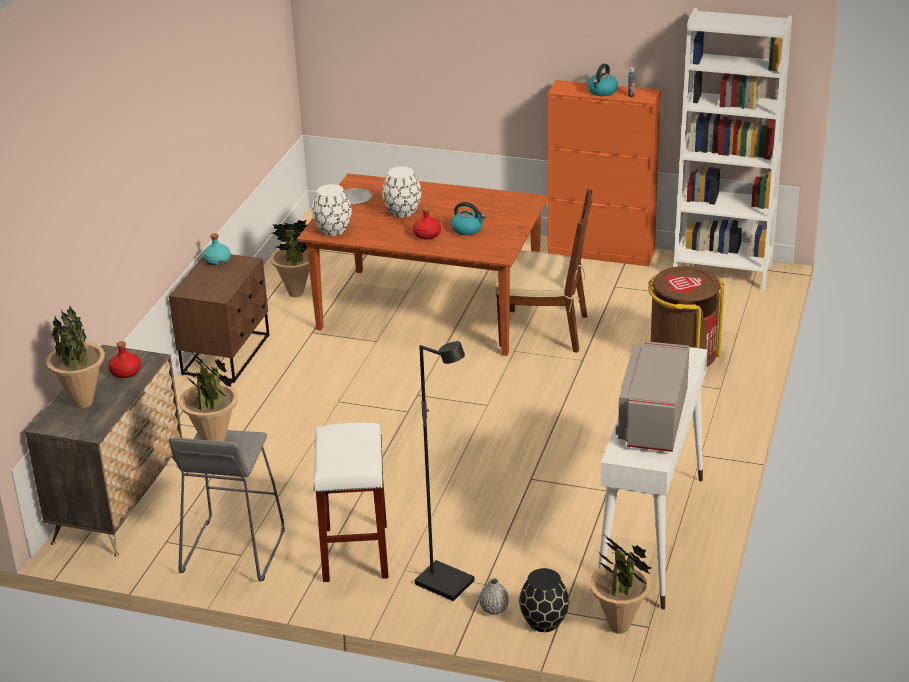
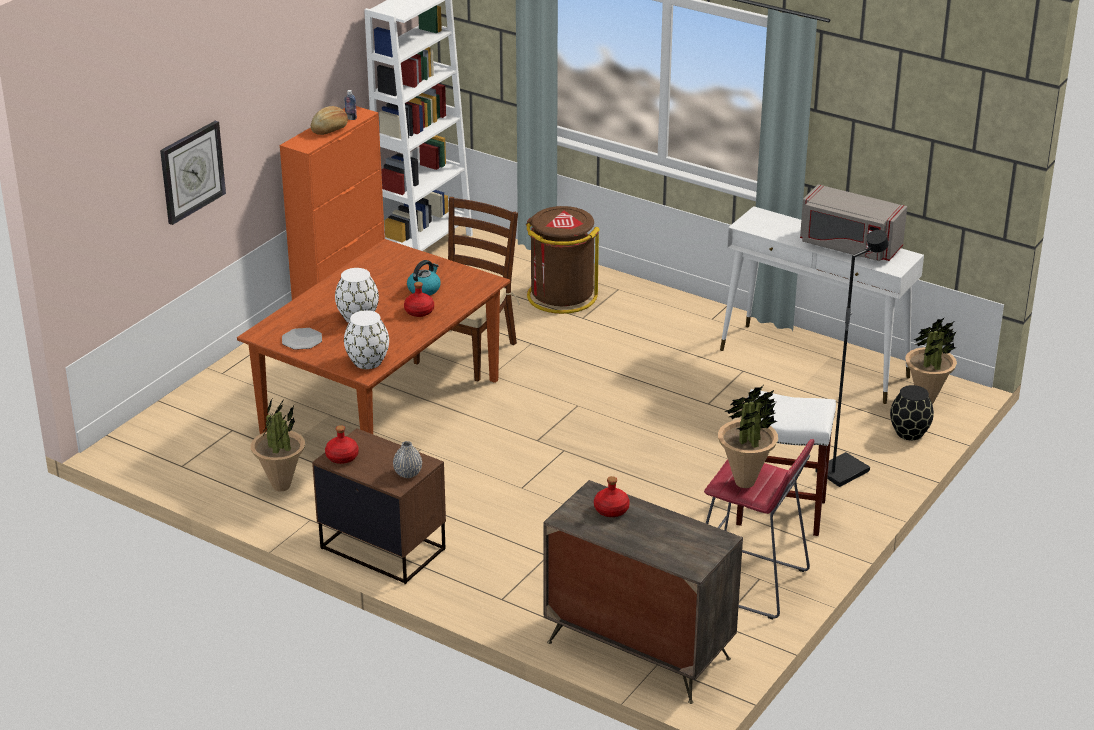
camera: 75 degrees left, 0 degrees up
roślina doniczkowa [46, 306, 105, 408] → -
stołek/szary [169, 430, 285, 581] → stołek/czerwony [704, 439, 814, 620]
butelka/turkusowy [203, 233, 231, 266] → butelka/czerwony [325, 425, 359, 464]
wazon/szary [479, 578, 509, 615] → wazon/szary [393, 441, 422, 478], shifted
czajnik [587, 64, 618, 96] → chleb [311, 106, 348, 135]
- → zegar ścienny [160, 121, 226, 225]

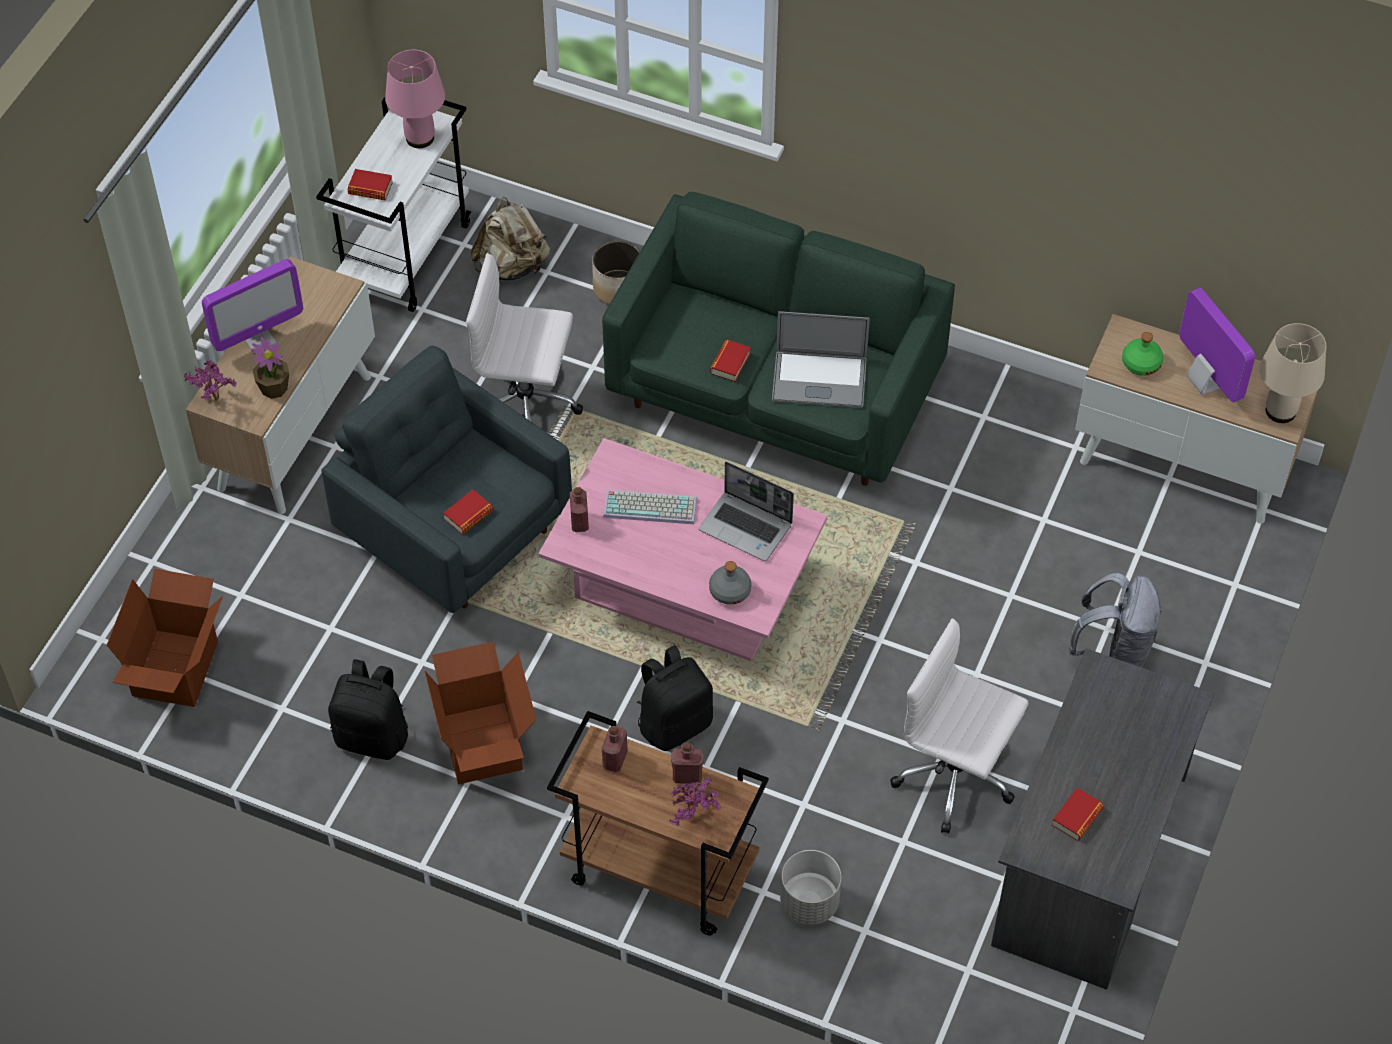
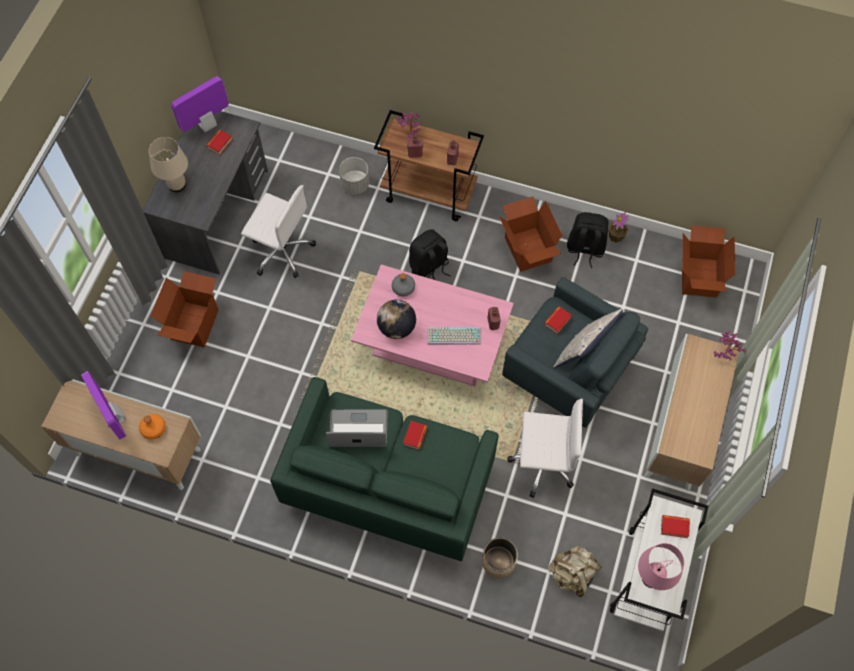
camera: 175 degrees right, 10 degrees up
monitor [202, 259, 303, 354] → monitor [171, 76, 229, 132], shifted
roślina doniczkowa [251, 337, 289, 399] → roślina doniczkowa [608, 212, 629, 243], shifted
laptop [699, 462, 794, 561] → globus [377, 300, 416, 339]
plecak/szary [1068, 573, 1162, 668] → karton [151, 271, 219, 347]
butelka/zielony [1122, 332, 1164, 376] → butelka/pomarańczowy [139, 414, 166, 440]
lampa stołowa/beżowy [1260, 323, 1326, 423] → lampa stołowa/beżowy [149, 137, 188, 192], shifted
- → poduszka [553, 309, 623, 368]

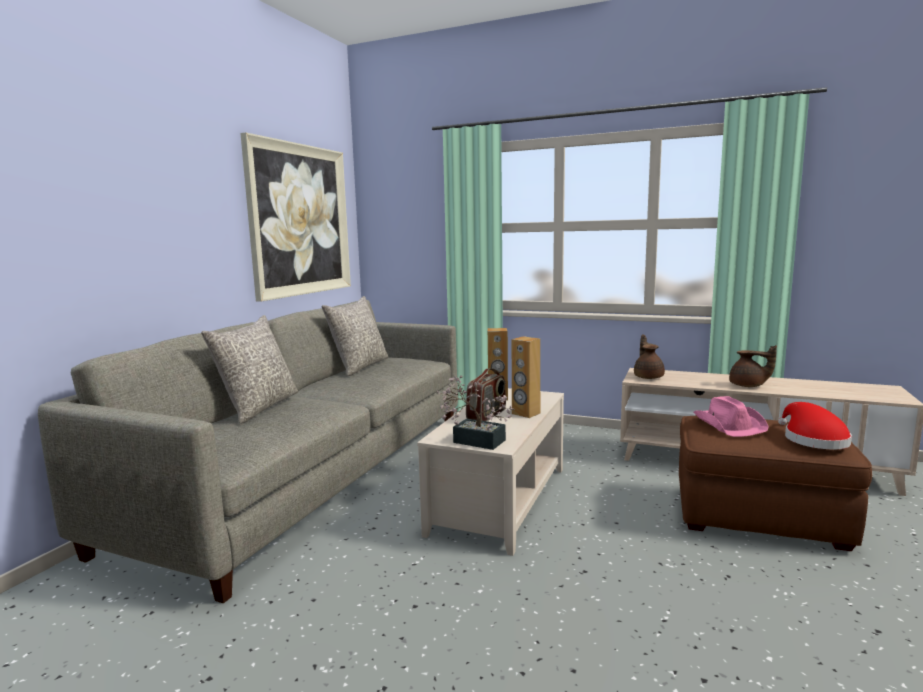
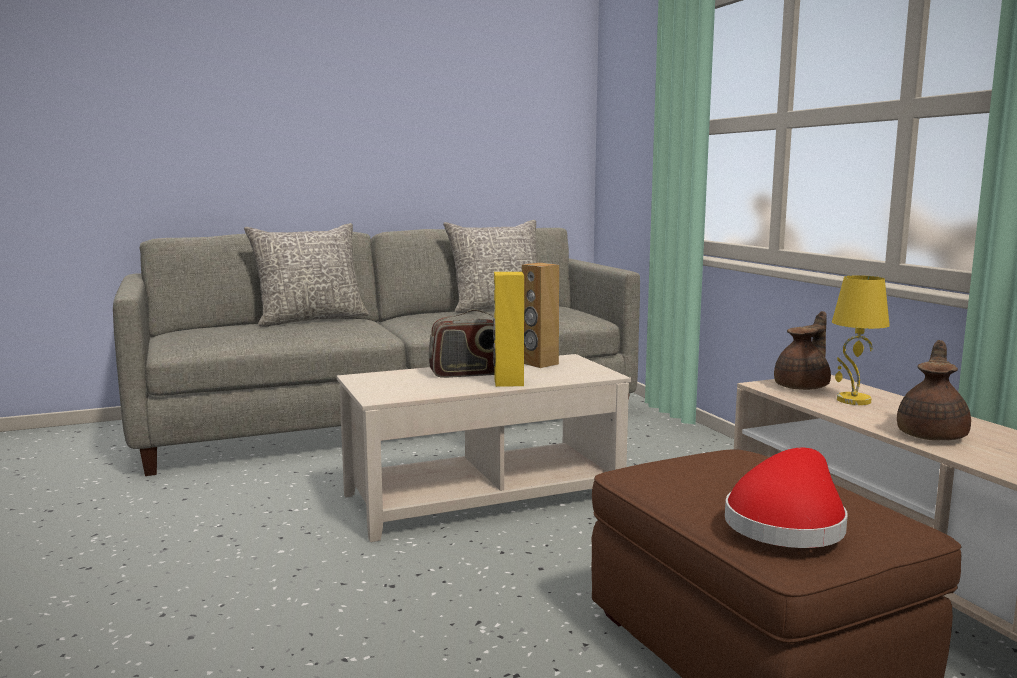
camera: 45 degrees right, 0 degrees up
obraz [240, 132, 351, 302] → -
roślina doniczkowa [437, 375, 515, 450] → -
głośnik/brązowy [512, 336, 540, 418] → głośnik/żółty [493, 272, 524, 387]
kapelusz/różowy [694, 396, 769, 437] → -
imbryk/brązowy [729, 345, 777, 387] → imbryk/brązowy [897, 340, 971, 440], 135 degrees counterclockwise
- → lampa stołowa/żółty [832, 275, 890, 405]

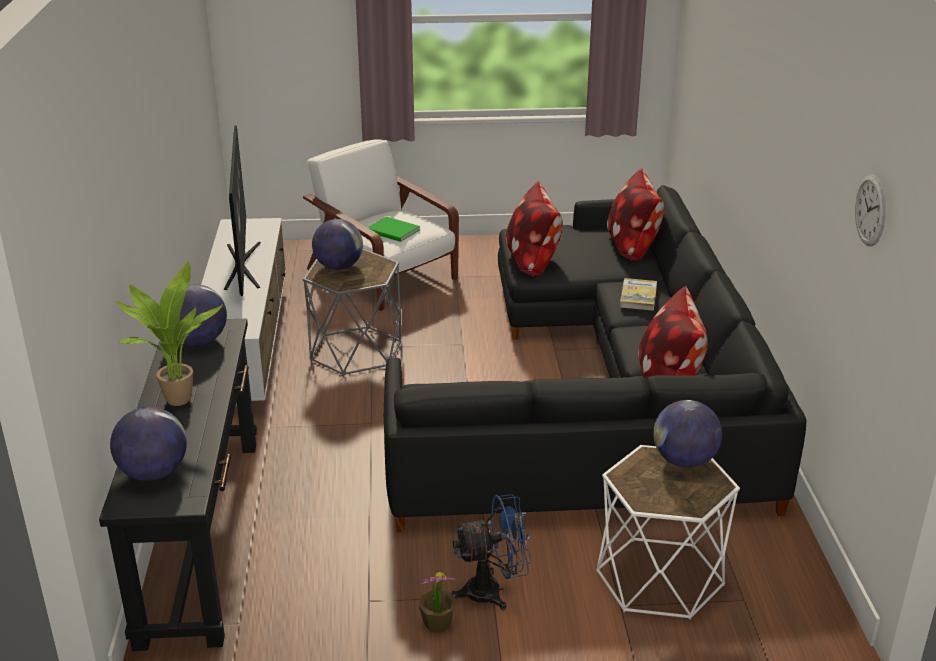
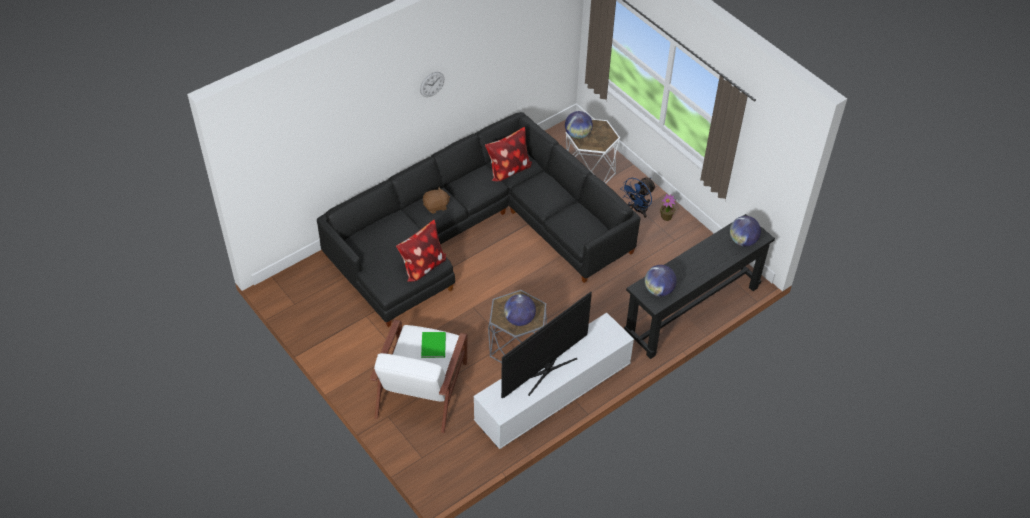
camera: 125 degrees left, 20 degrees up
roślina doniczkowa [116, 262, 223, 406] → -
wentylator/niebieski [451, 494, 532, 610] → wentylator/niebieski [623, 178, 656, 218], 90 degrees counterclockwise
poduszka [606, 168, 664, 261] → -
książka [620, 278, 657, 311] → pluszak/brązowy [423, 188, 450, 214]
zegar ścienny [855, 174, 886, 246] → zegar ścienny [420, 72, 444, 97], shifted

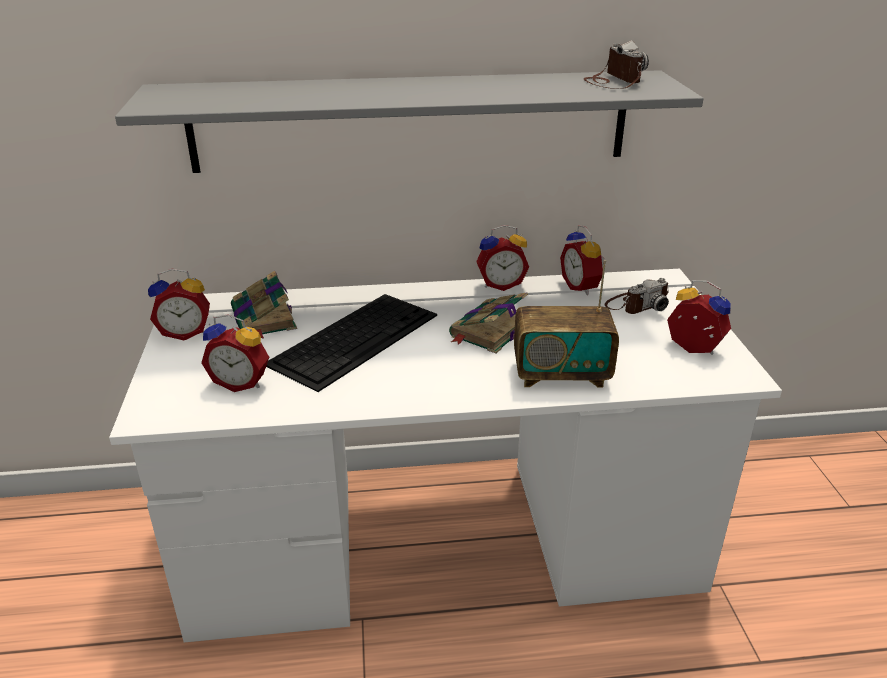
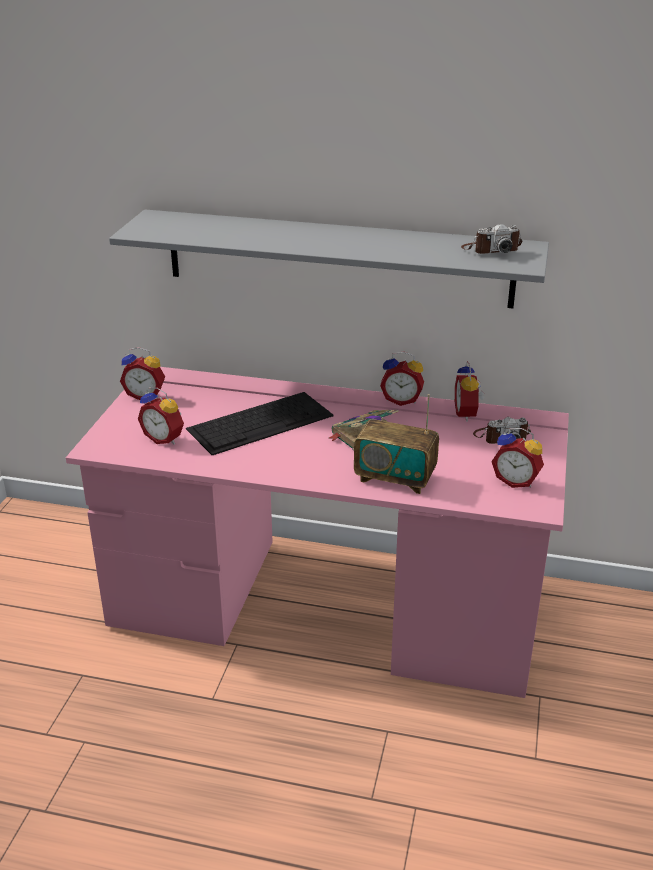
camera: 20 degrees right, 0 degrees up
biurko/biały [109, 269, 782, 642] → biurko/różowy [66, 367, 569, 698]
książka [231, 271, 297, 339] → -
aparat fotograficzny [584, 40, 649, 89] → aparat fotograficzny [461, 224, 522, 254], 75 degrees clockwise
budzik [667, 280, 731, 355] → budzik [491, 428, 544, 488], 150 degrees clockwise

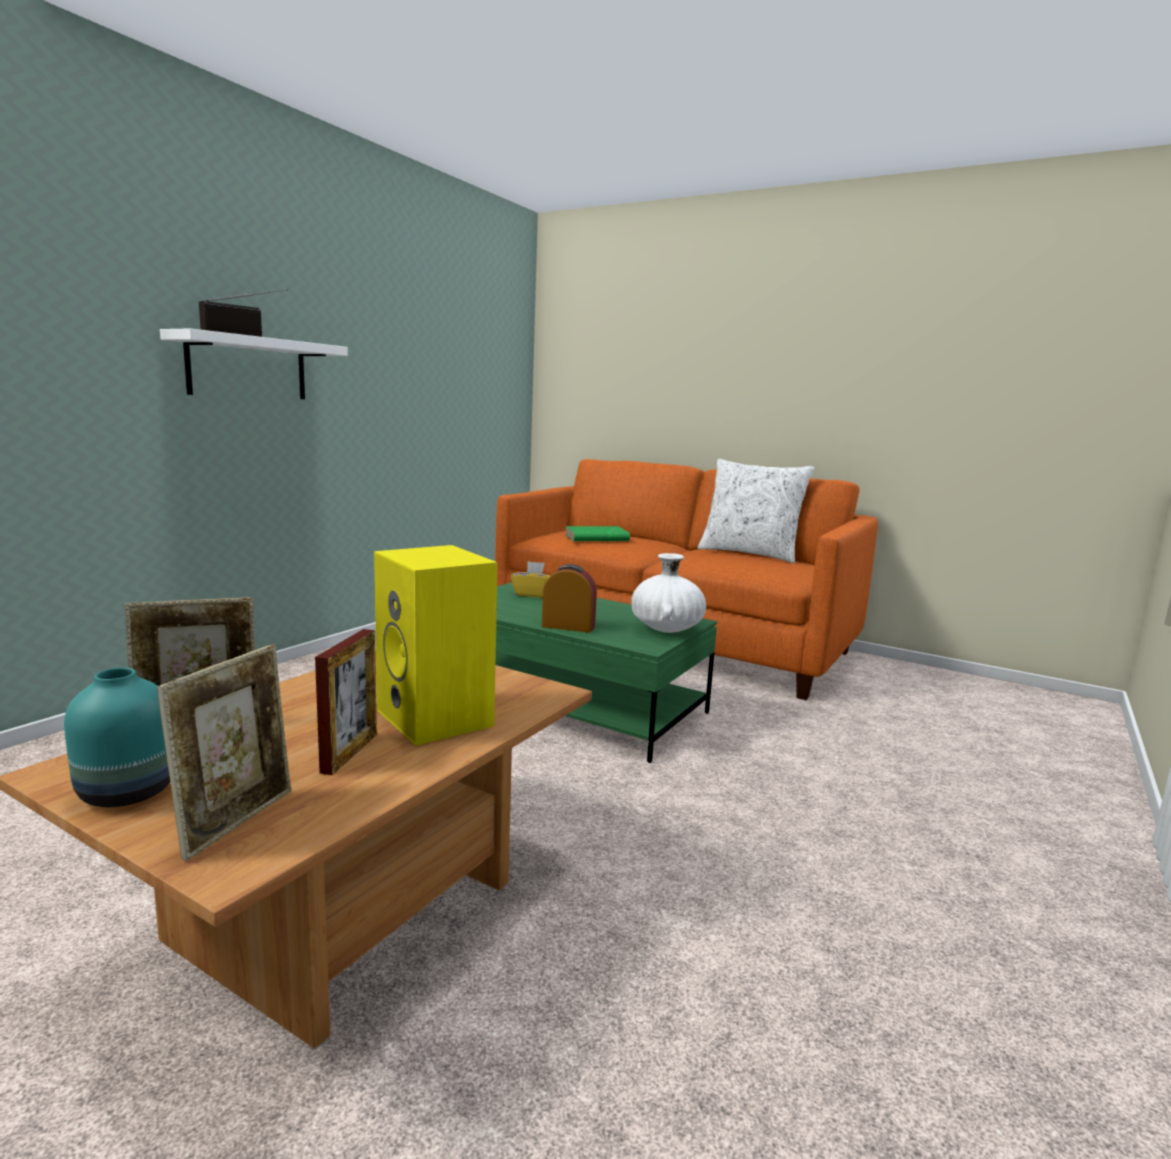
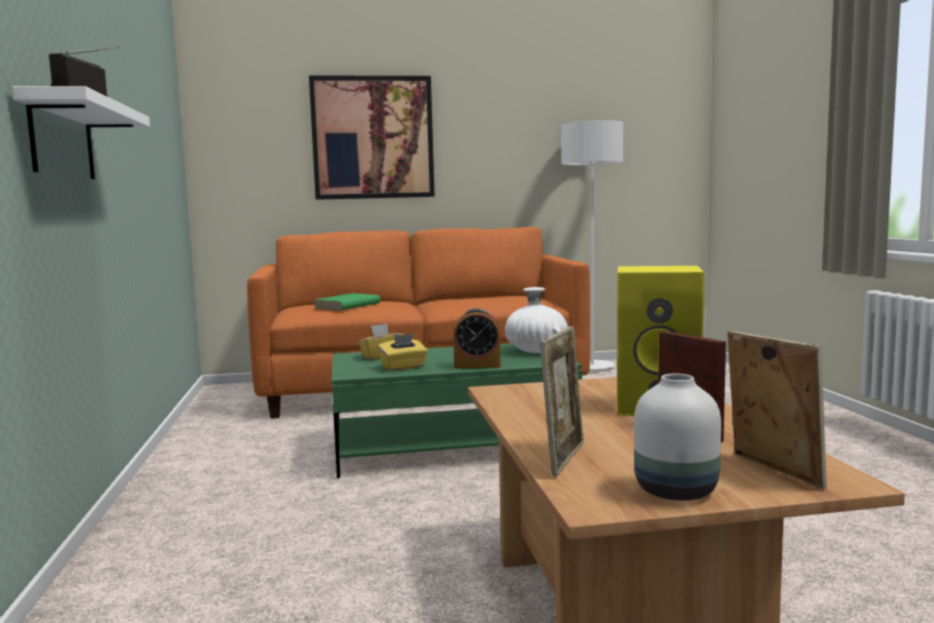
camera: 40 degrees left, 5 degrees down
wazon/turkusowy [64, 668, 170, 807] → wazon/biały [634, 374, 721, 501]
budzik [542, 564, 597, 633] → budzik [453, 308, 501, 369], 150 degrees counterclockwise
poduszka/biały [697, 459, 814, 563] → -
- → obraz [309, 75, 435, 200]
- → pudełko chusteczek/żółty [378, 334, 428, 371]
- → lampa stojąca/biały [561, 121, 623, 371]

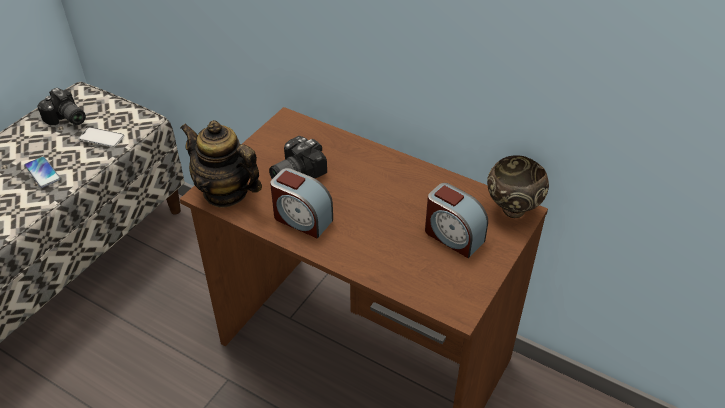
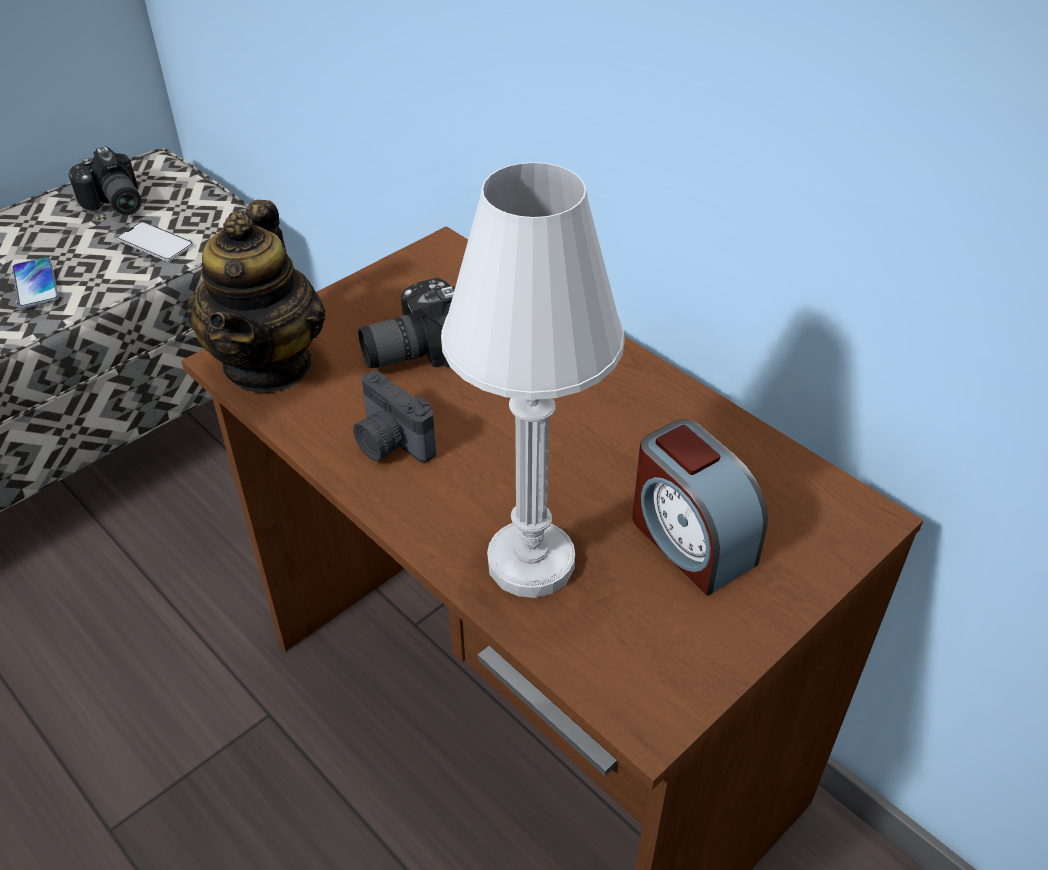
camera: 15 degrees right, 0 degrees up
imbryk [180, 120, 262, 208] → imbryk [187, 200, 325, 393], 135 degrees counterclockwise
budzik [270, 168, 333, 238] → aparat fotograficzny [353, 371, 436, 463]
miska/brązowy [487, 155, 549, 218] → -
- → lampa stołowa/biały [441, 162, 625, 598]

